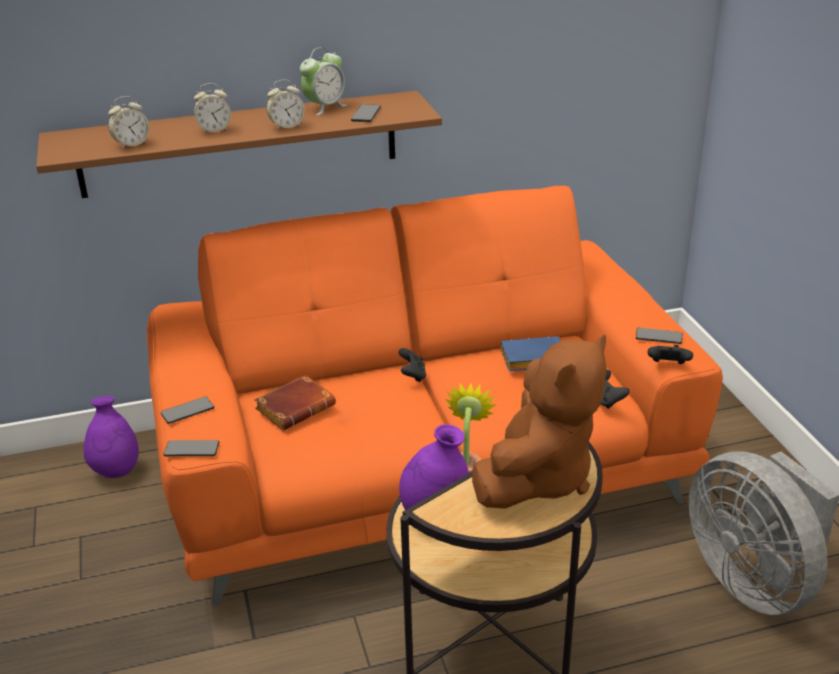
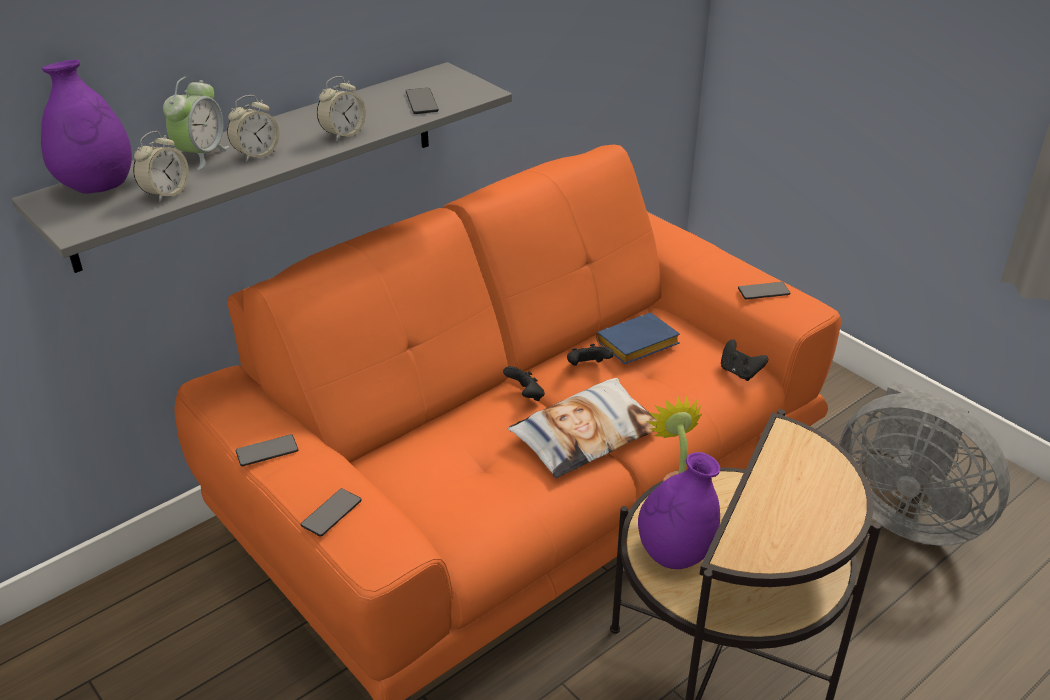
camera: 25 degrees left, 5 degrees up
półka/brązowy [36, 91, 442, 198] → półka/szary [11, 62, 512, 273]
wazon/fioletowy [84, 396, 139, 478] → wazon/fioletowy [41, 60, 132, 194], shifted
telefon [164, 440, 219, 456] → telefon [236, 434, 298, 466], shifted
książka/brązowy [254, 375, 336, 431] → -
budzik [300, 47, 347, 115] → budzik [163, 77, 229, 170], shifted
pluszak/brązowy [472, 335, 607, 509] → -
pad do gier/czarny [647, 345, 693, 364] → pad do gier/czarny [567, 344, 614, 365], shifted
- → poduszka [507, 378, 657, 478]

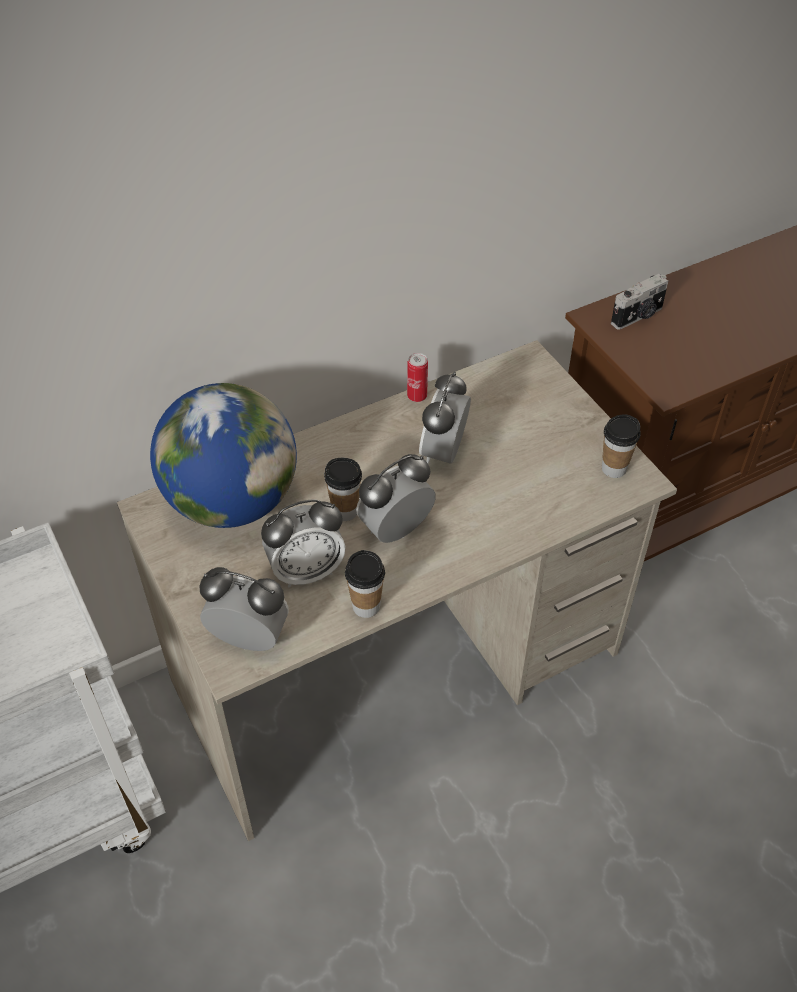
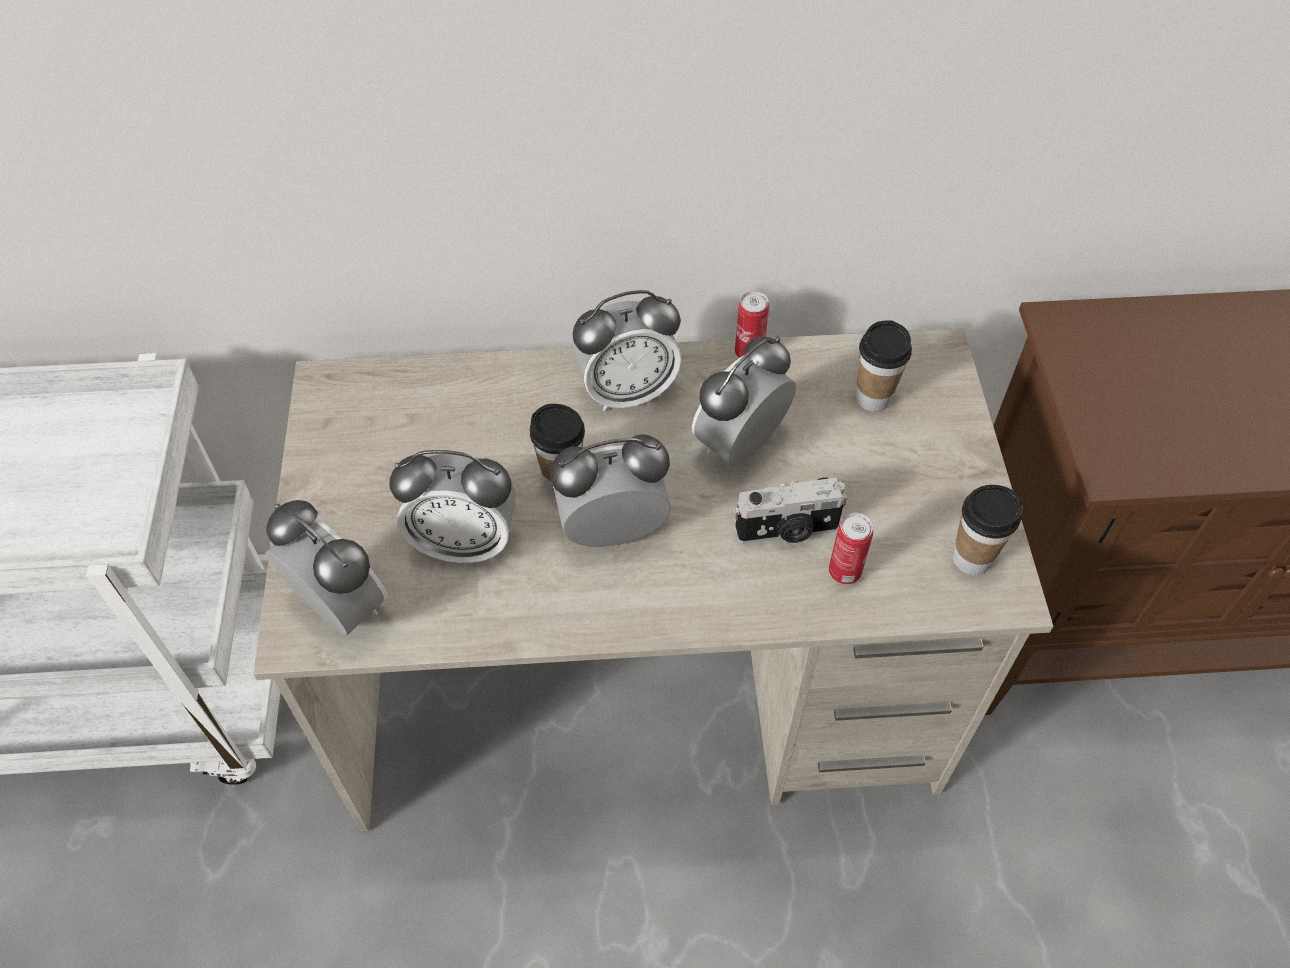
camera: 25 degrees right, 5 degrees up
globus [150, 383, 297, 528] → -
filiżanka [345, 550, 385, 618] → filiżanka [856, 320, 912, 412], shifted
aparat fotograficzny [611, 274, 668, 330] → aparat fotograficzny [734, 477, 848, 544], shifted
- → budzik [572, 290, 682, 412]
- → puszka [829, 513, 873, 584]

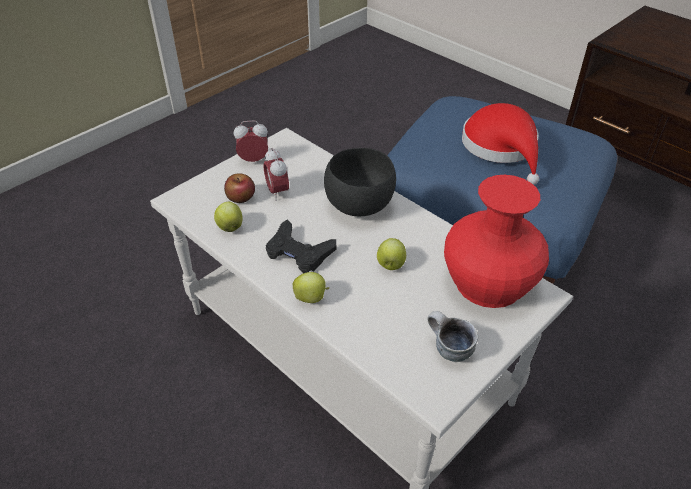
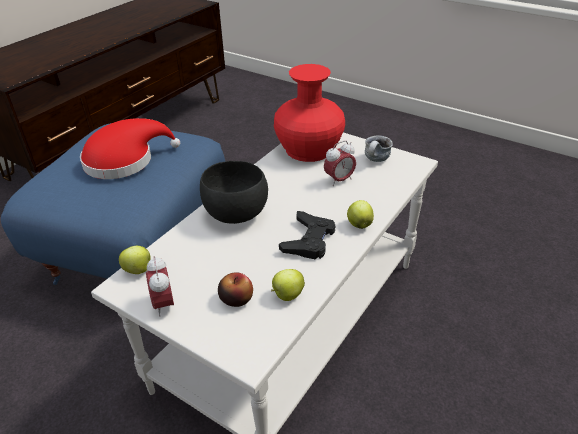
camera: 100 degrees left, 5 degrees down
budzik [263, 148, 289, 201] → budzik [324, 141, 356, 186], shifted
jabłko [377, 238, 406, 270] → jabłko [119, 246, 151, 274], shifted

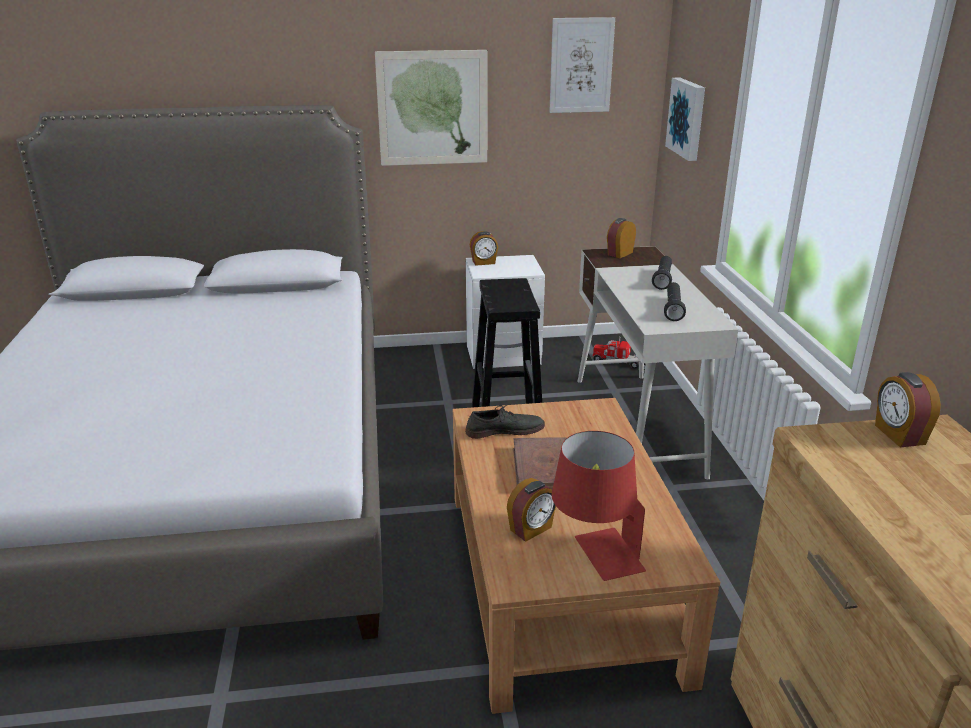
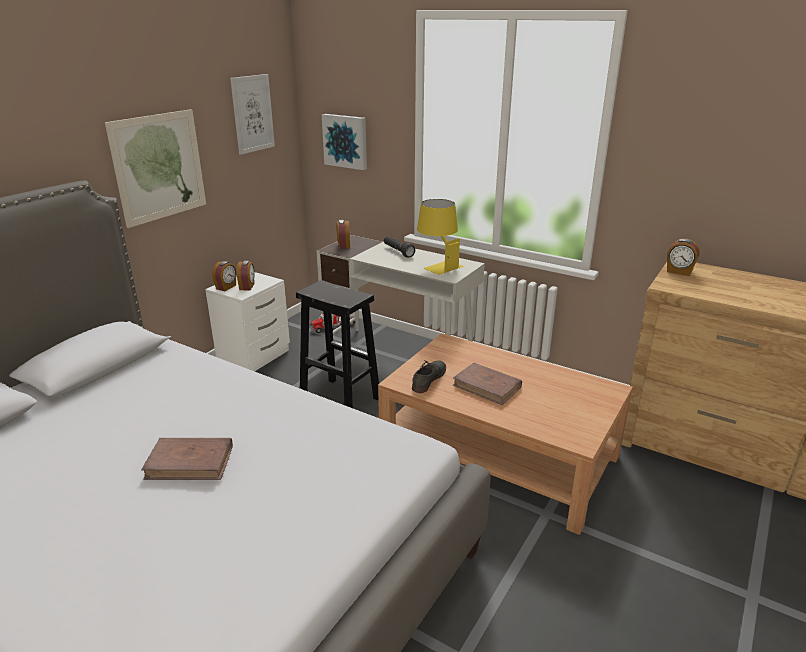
camera: 50 degrees left, 0 degrees up
budzik [507, 478, 556, 542] → budzik [237, 261, 255, 290], shifted
lampa stołowa/czerwony [552, 431, 646, 581] → -
latarka/czarny [664, 282, 686, 321] → lampa stołowa/żółty [417, 199, 464, 275]
- → książka/brązowy [141, 438, 233, 480]

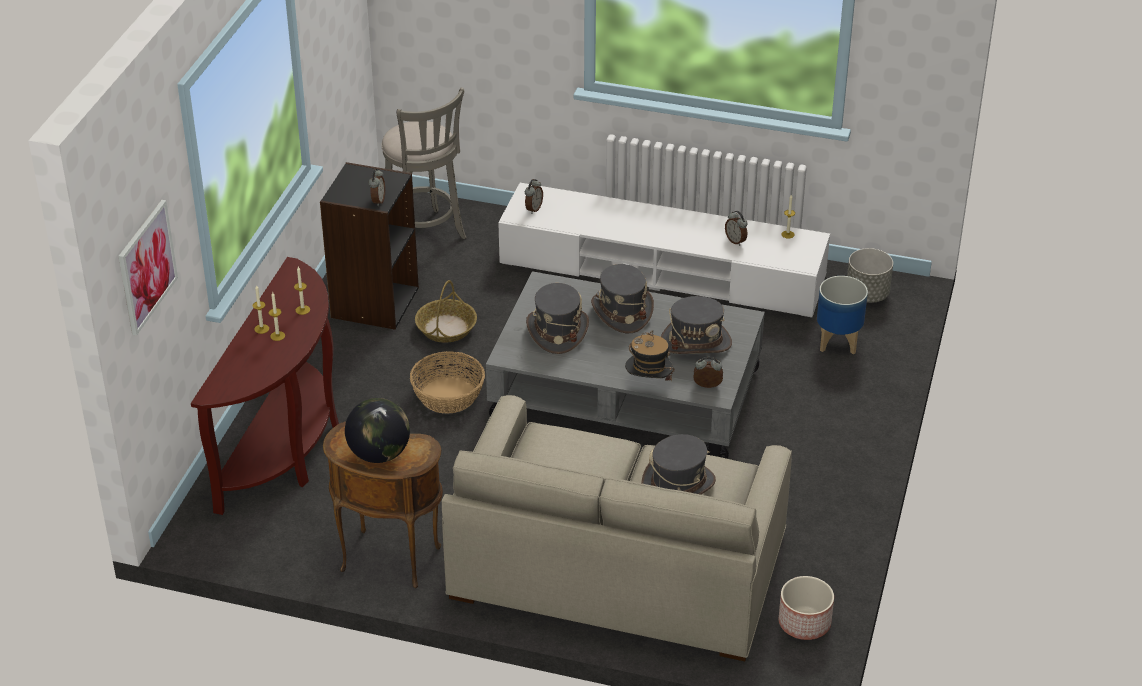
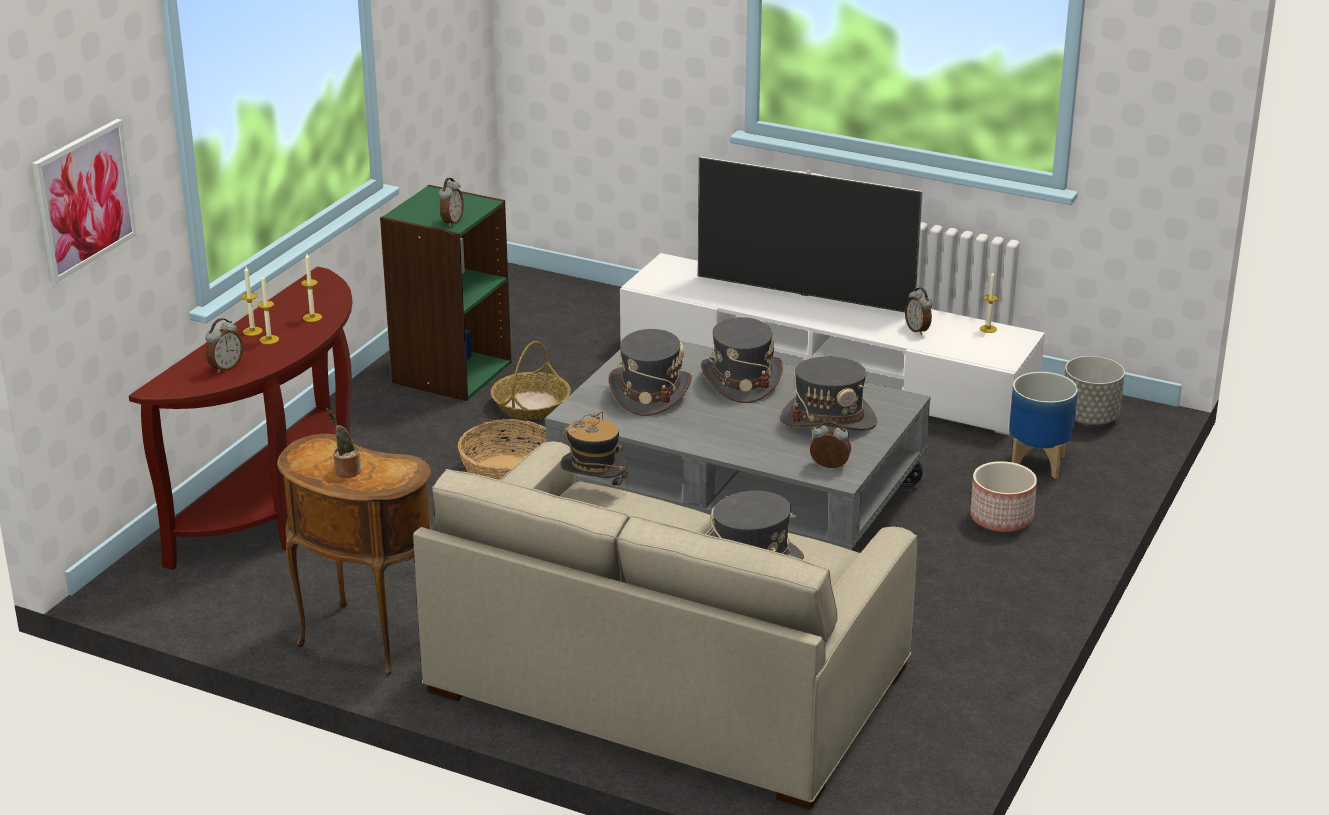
camera: 10 degrees right, 10 degrees down
regał/czarny [320, 162, 419, 330] → regał/zielony [380, 185, 511, 401]
globus [345, 398, 410, 463] → roślina doniczkowa [326, 408, 361, 478]
stołek/szary [381, 88, 466, 239] → -
budzik [525, 179, 543, 214] → budzik [205, 318, 243, 373], shifted
kapelusz [625, 330, 675, 382] → kapelusz [561, 412, 628, 491], shifted
donica [779, 576, 834, 640] → donica [970, 461, 1037, 532], shifted
- → telewizor [698, 157, 923, 312]

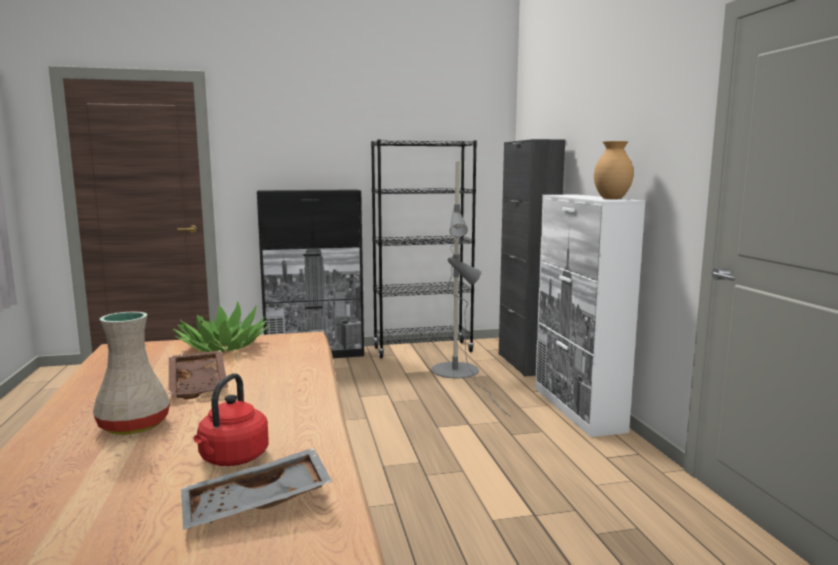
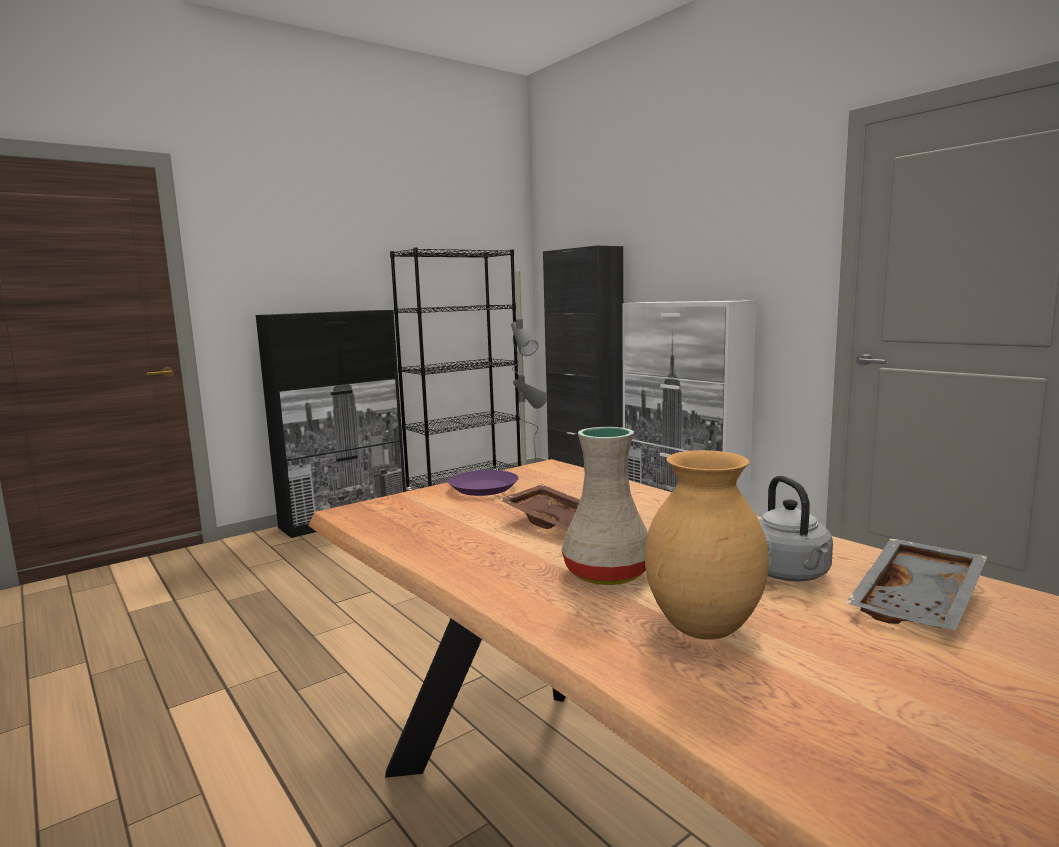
camera: 25 degrees left, 0 degrees up
roślina doniczkowa [173, 301, 270, 352] → talerz/fioletowy [447, 470, 519, 496]
czajnik/czerwony [193, 373, 269, 466] → czajnik/szary [759, 476, 833, 582]
wazon/brązowy [594, 141, 634, 199] → wazon/brązowy [645, 450, 769, 640], shifted

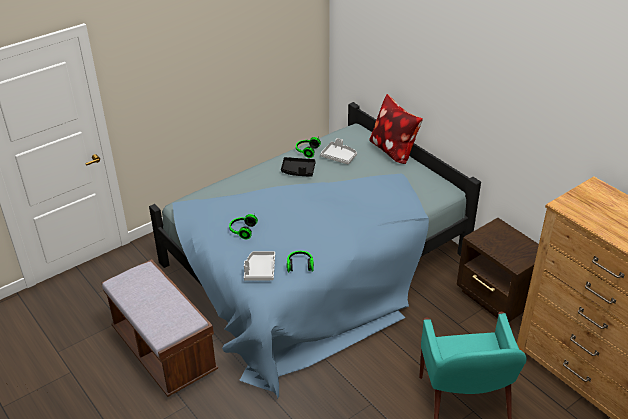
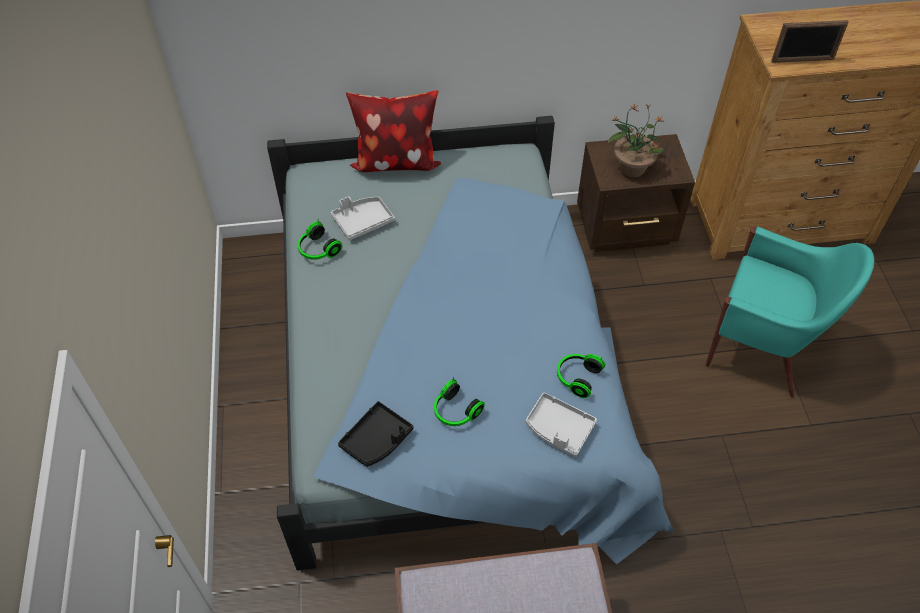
camera: 60 degrees left, 15 degrees up
taca/czarny [281, 157, 316, 177] → taca/czarny [338, 401, 413, 467], shifted
- → roślina doniczkowa [607, 104, 665, 177]
- → ramka na zdjęcie [771, 20, 849, 63]

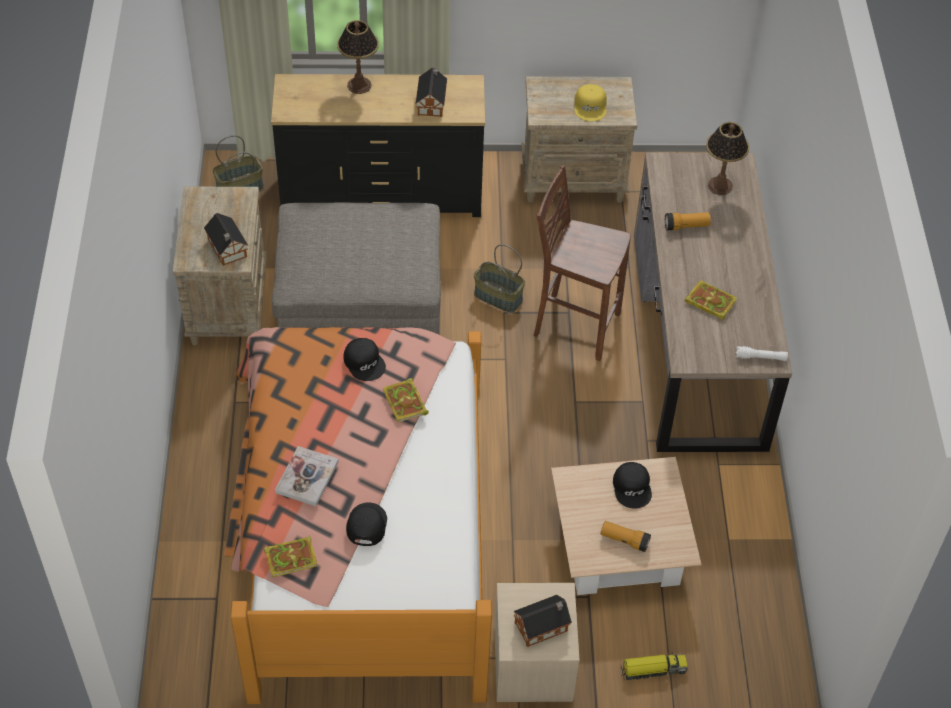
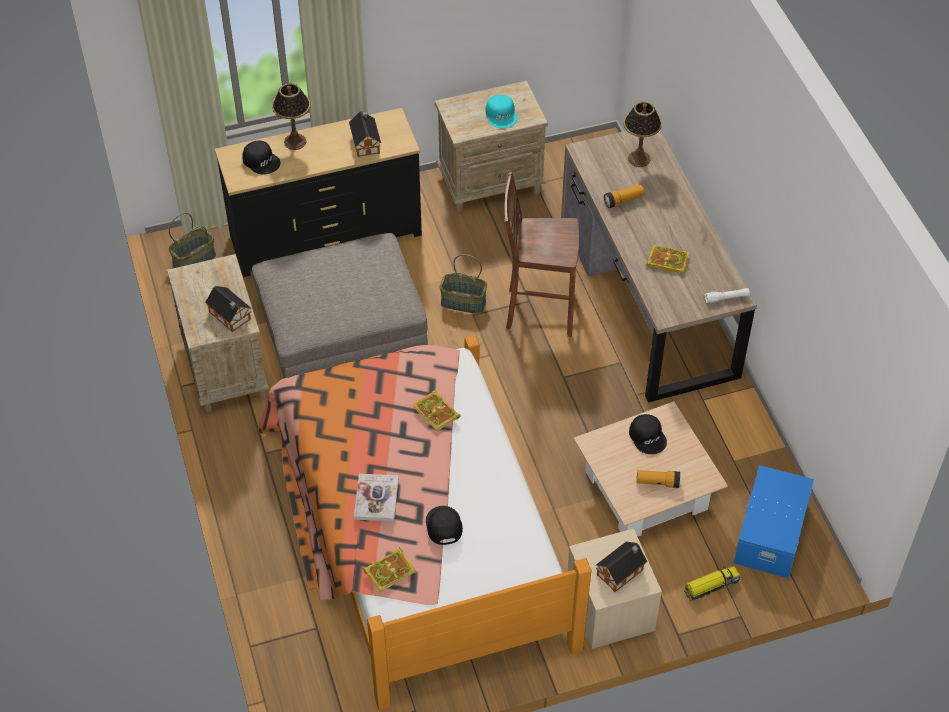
camera: 15 degrees left, 0 degrees up
czapka z daszkiem/czarny [343, 338, 386, 381] → czapka z daszkiem/czarny [242, 141, 280, 174], shifted
czapka z daszkiem/żółty [574, 84, 607, 121] → czapka z daszkiem/turkusowy [485, 95, 517, 128]
- → pojemnik do przechowywania/niebieski [734, 465, 814, 579]

